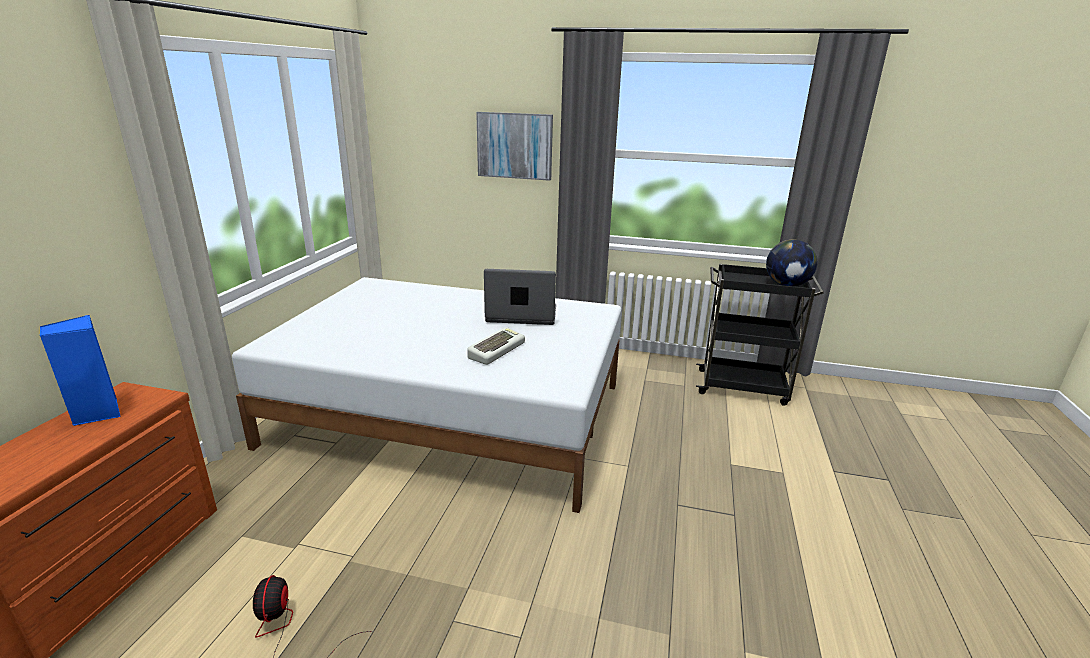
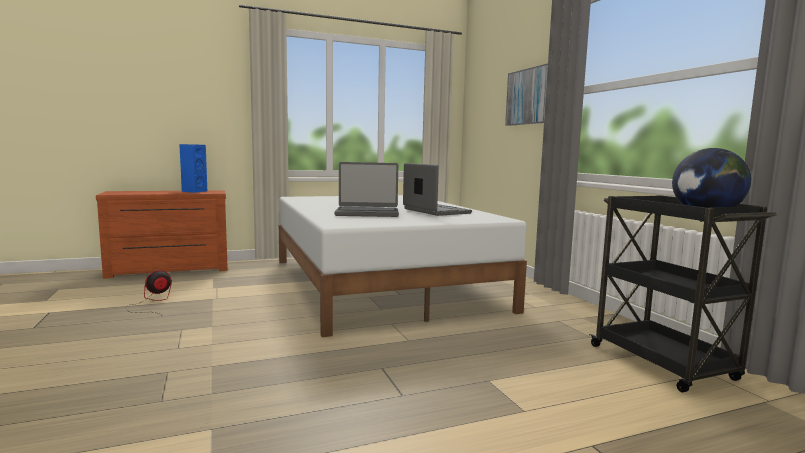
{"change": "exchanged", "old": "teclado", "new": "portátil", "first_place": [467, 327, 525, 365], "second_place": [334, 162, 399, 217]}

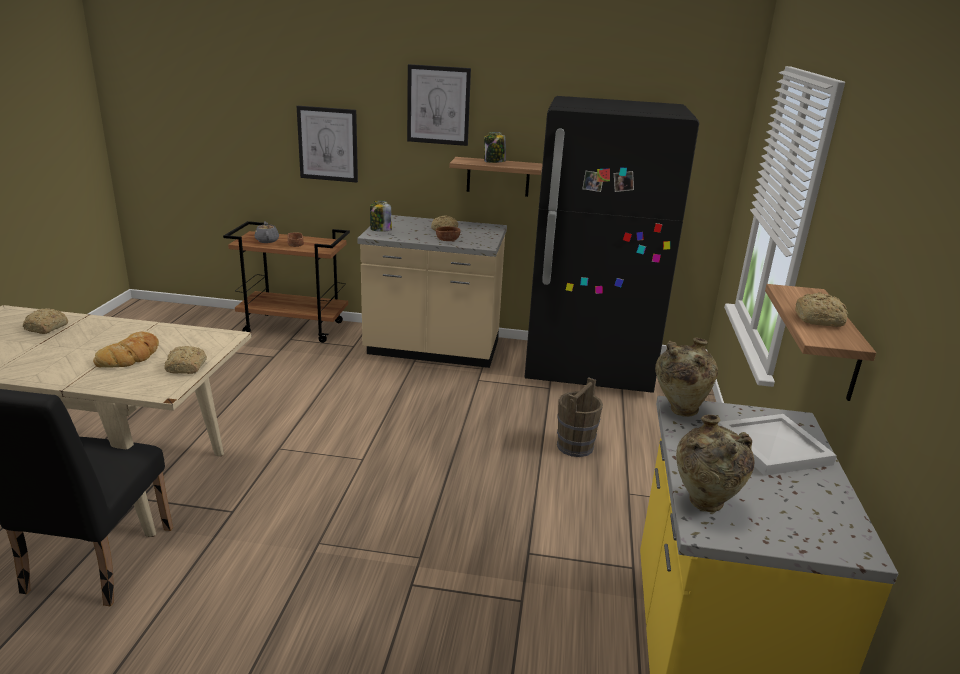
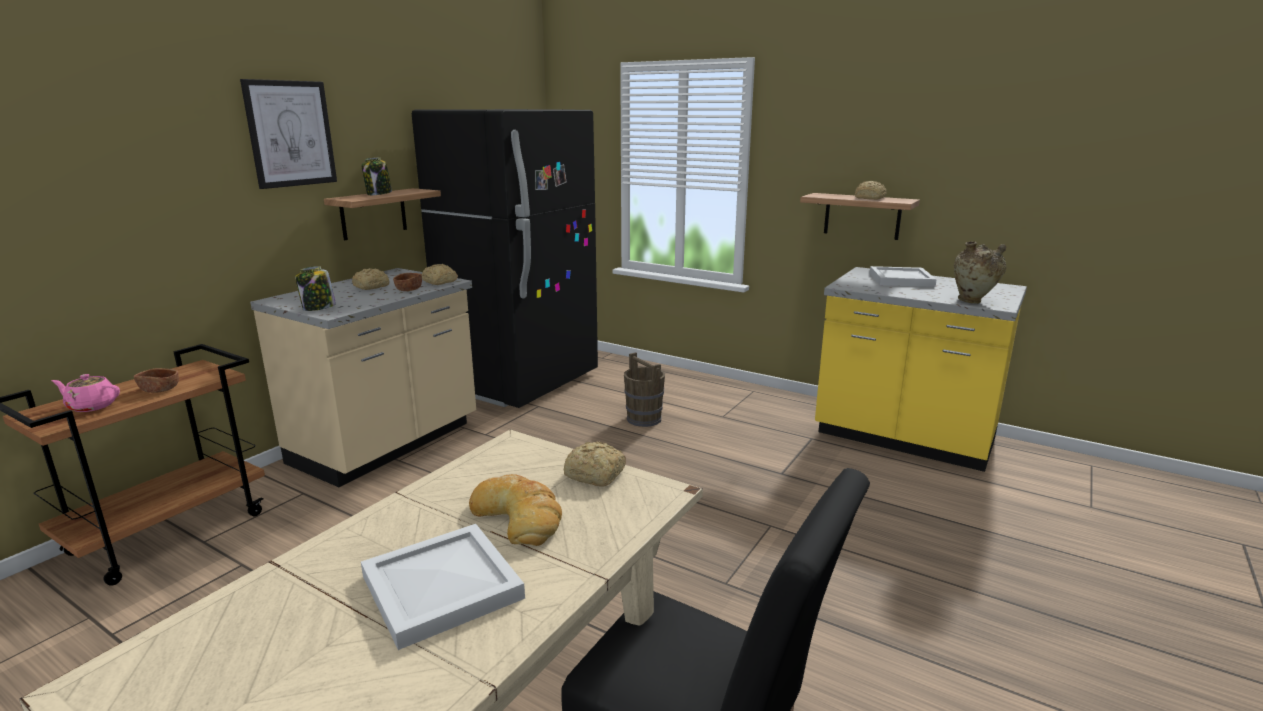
{"change": "missing", "old": "cuadro", "first_place": [297, 106, 358, 183]}
{"change": "missing", "old": "florero/beis", "first_place": [655, 338, 718, 417]}
{"change": "appeared", "new": "bandeja/blanco", "second_place": [361, 524, 525, 650]}
{"change": "relocated", "old": "pan", "first_place": [23, 308, 68, 334], "second_place": [422, 264, 458, 285]}
{"change": "colour", "old": "tetera/gris", "new": "tetera/rosa", "first_place": [255, 221, 279, 243], "second_place": [52, 374, 120, 412]}

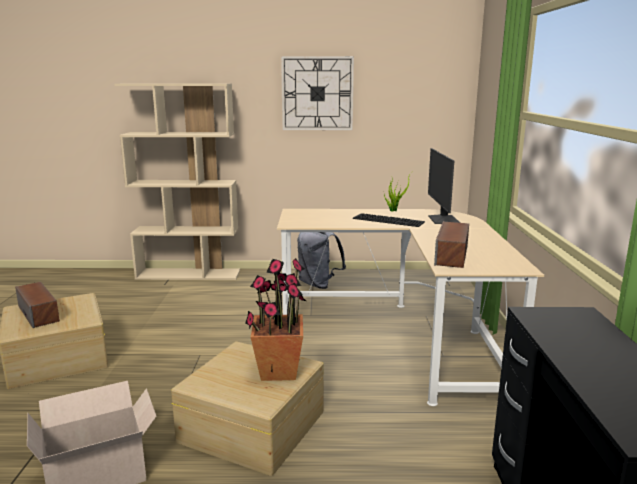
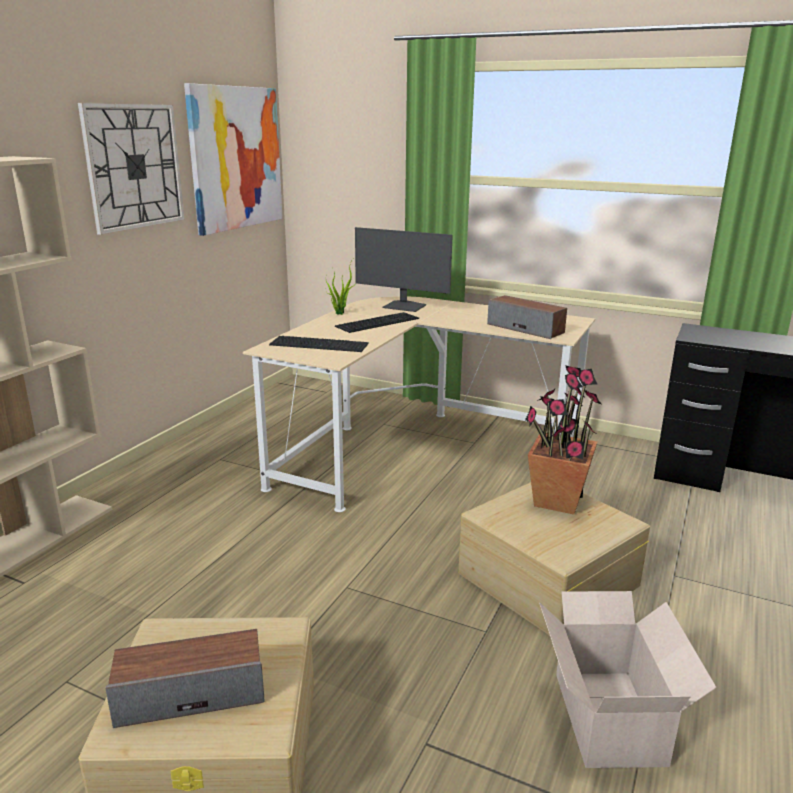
{"change": "missing", "old": "mochila/gris", "first_place": [297, 232, 346, 289]}
{"change": "appeared", "new": "cuadro", "second_place": [184, 83, 283, 236]}
{"change": "appeared", "new": "teclado", "second_place": [269, 336, 369, 352]}

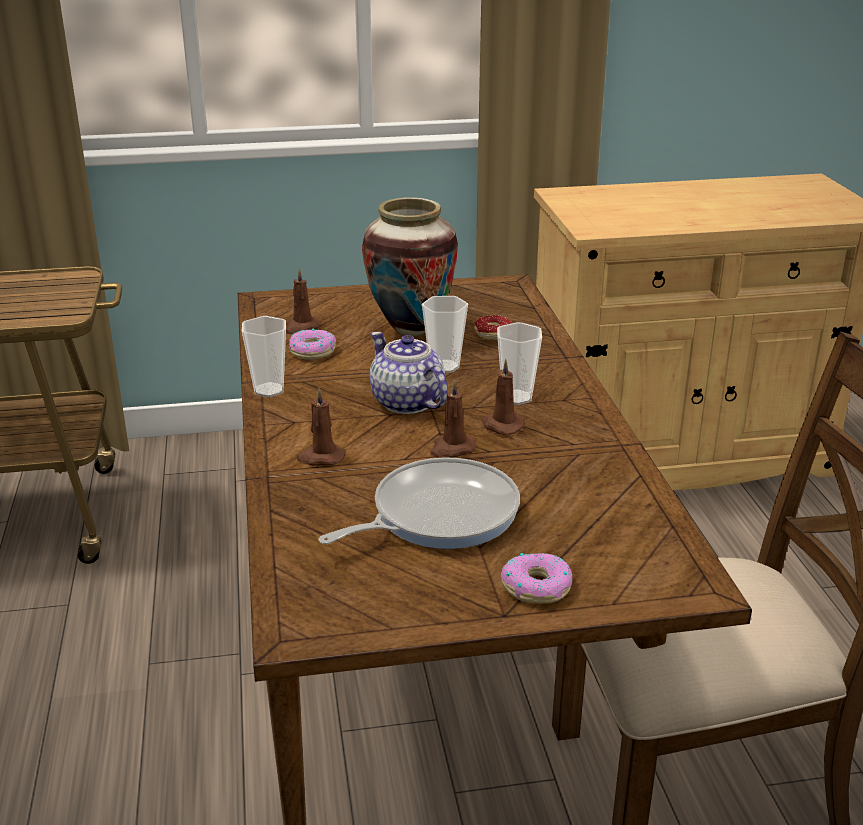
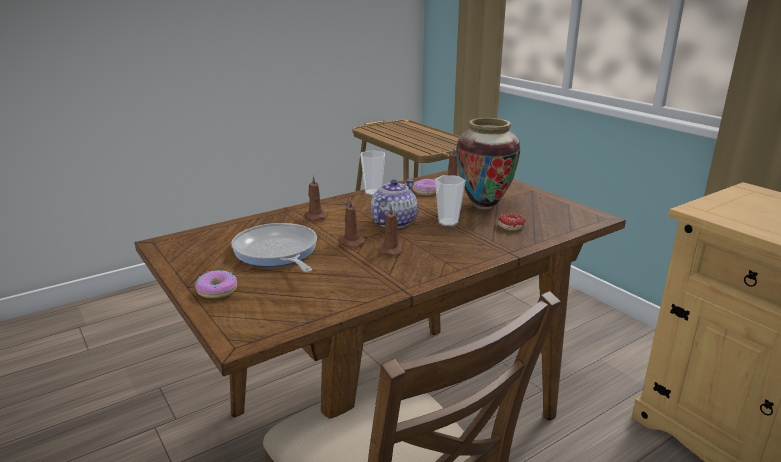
{"change": "missing", "old": "taza", "first_place": [497, 322, 542, 405]}
{"change": "spun", "old": "sartén", "first_place": [318, 457, 520, 549], "second_place": [231, 223, 317, 272], "degrees": -150}

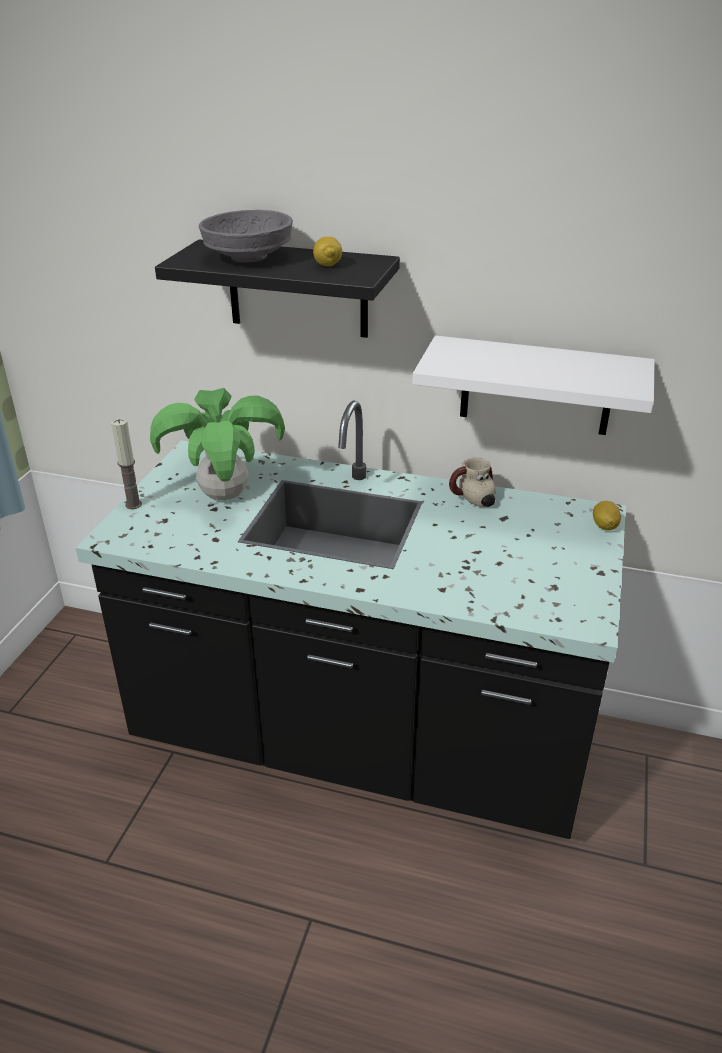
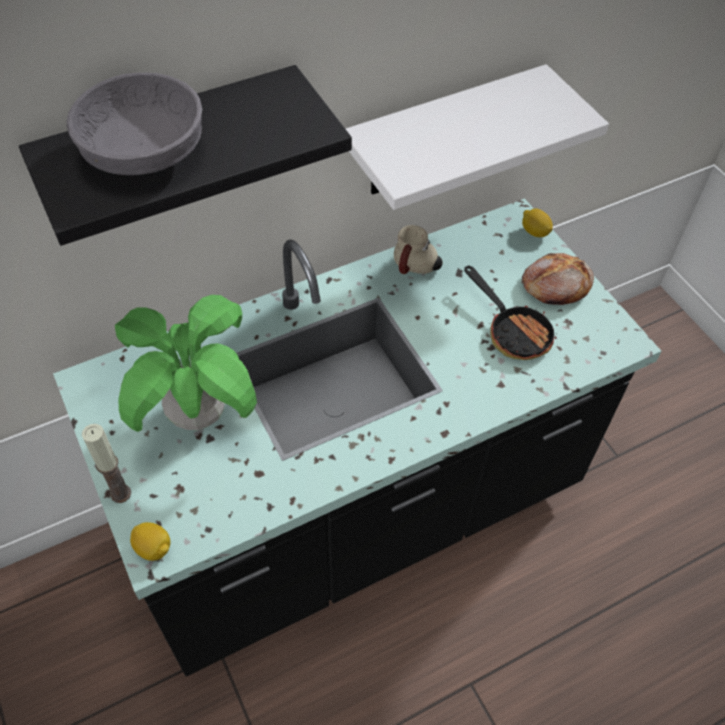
{"change": "appeared", "new": "sartén", "second_place": [464, 266, 558, 360]}
{"change": "appeared", "new": "pan", "second_place": [522, 253, 594, 305]}
{"change": "relocated", "old": "limón", "first_place": [313, 237, 342, 266], "second_place": [130, 522, 170, 561]}

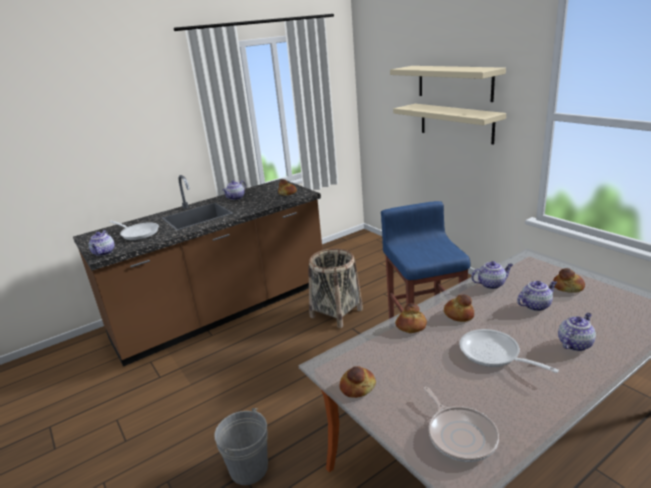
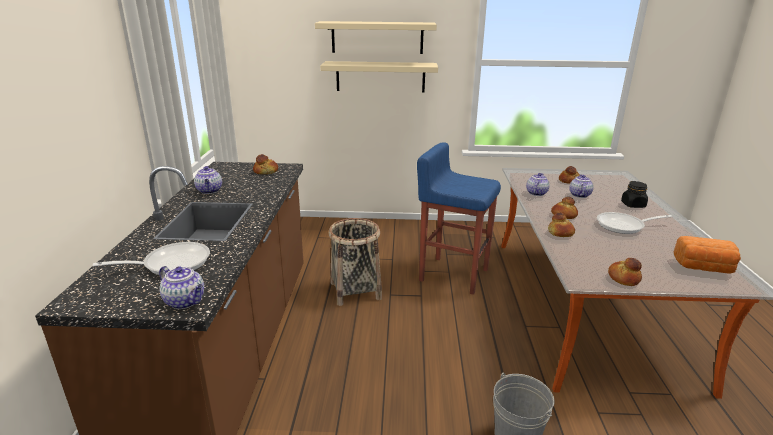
{"change": "exchanged", "old": "sartén", "new": "pan", "first_place": [424, 387, 499, 462], "second_place": [674, 236, 741, 274]}
{"change": "exchanged", "old": "tetera", "new": "tarro/negro", "first_place": [558, 313, 596, 351], "second_place": [621, 181, 648, 208]}

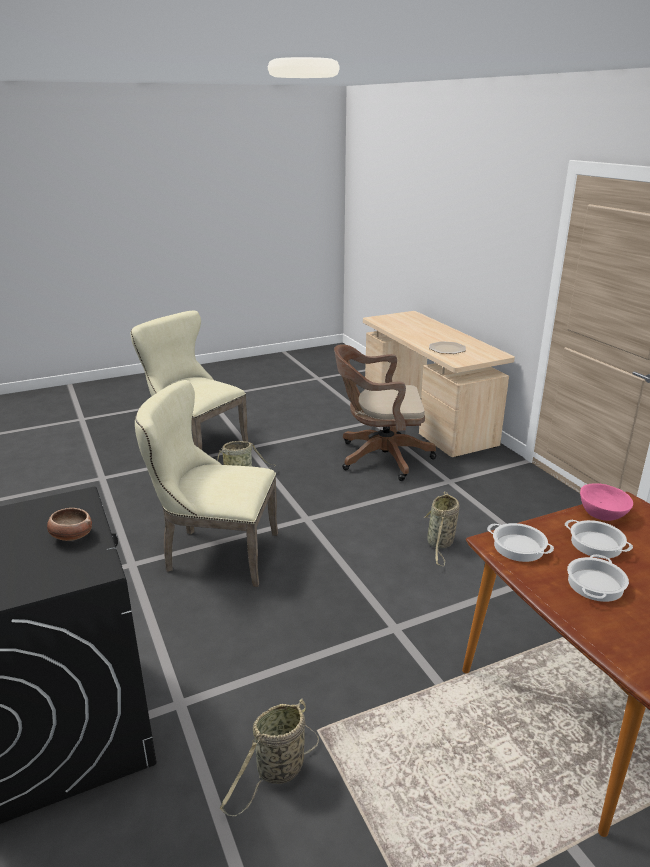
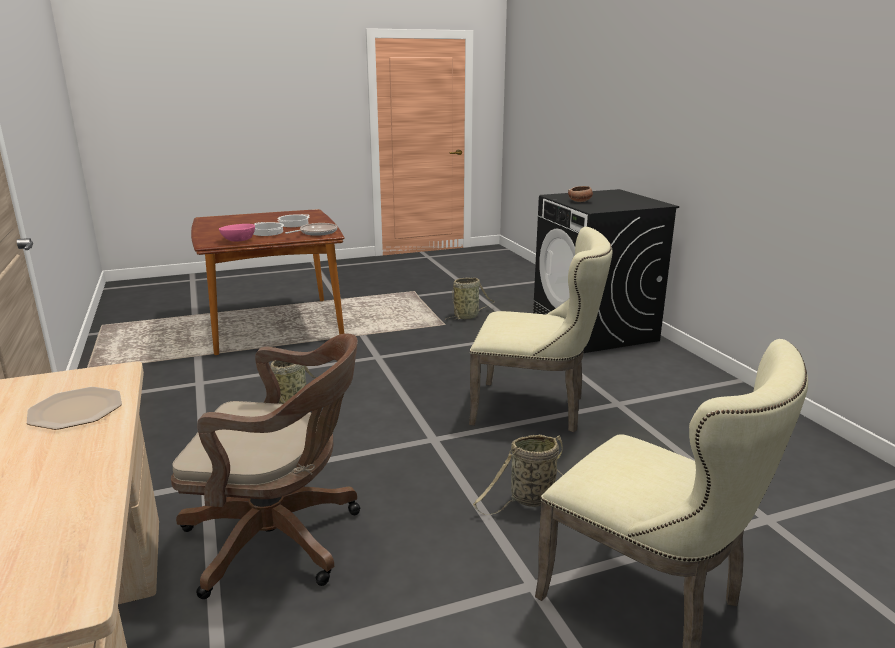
{"change": "exchanged", "old": "olla", "new": "sartén", "first_place": [487, 523, 554, 562], "second_place": [285, 223, 337, 236]}

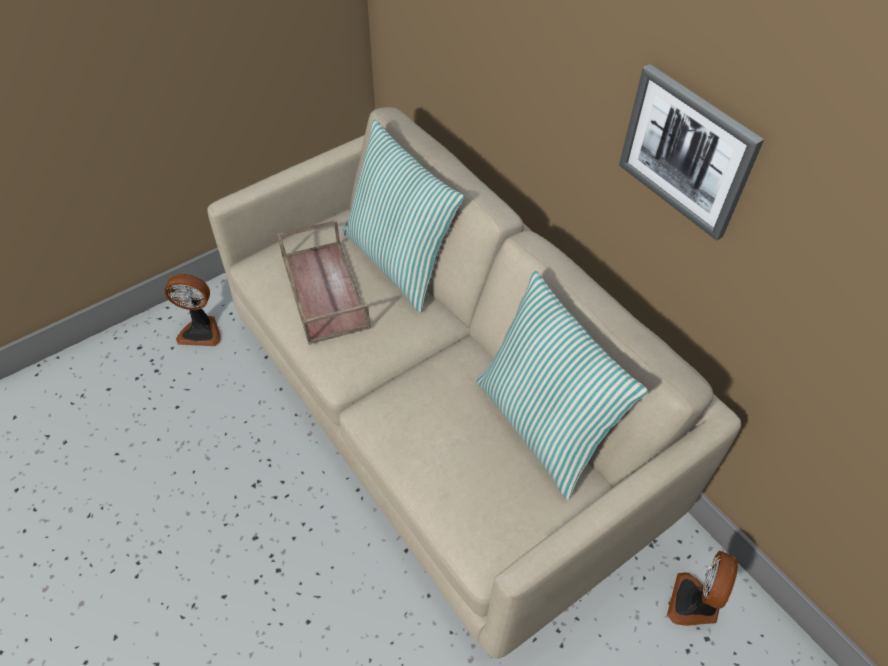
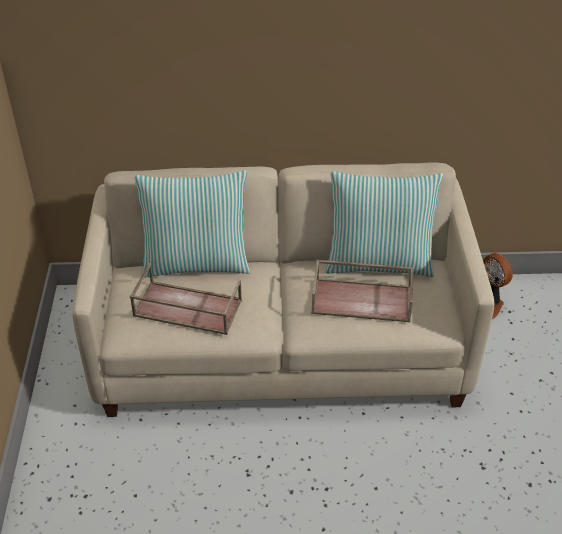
{"change": "missing", "old": "ventilador", "first_place": [164, 274, 221, 346]}
{"change": "missing", "old": "cuadro", "first_place": [619, 64, 764, 241]}
{"change": "appeared", "new": "bandeja/marrón", "second_place": [311, 260, 414, 322]}

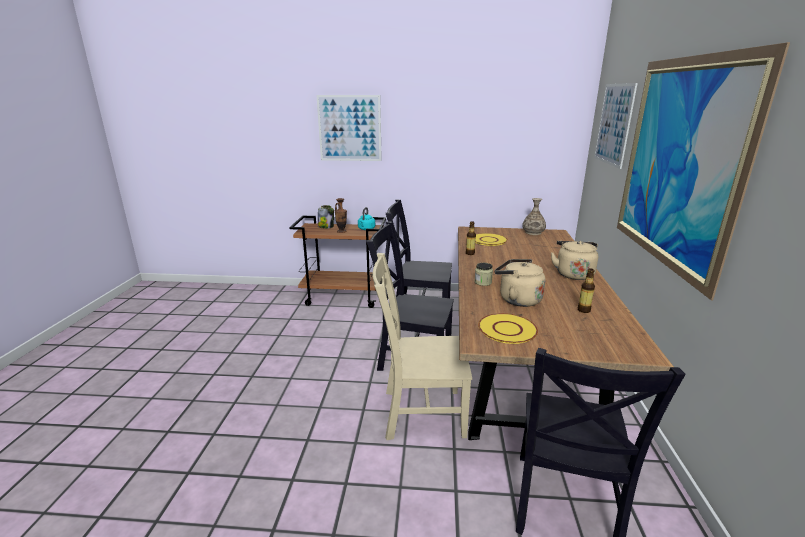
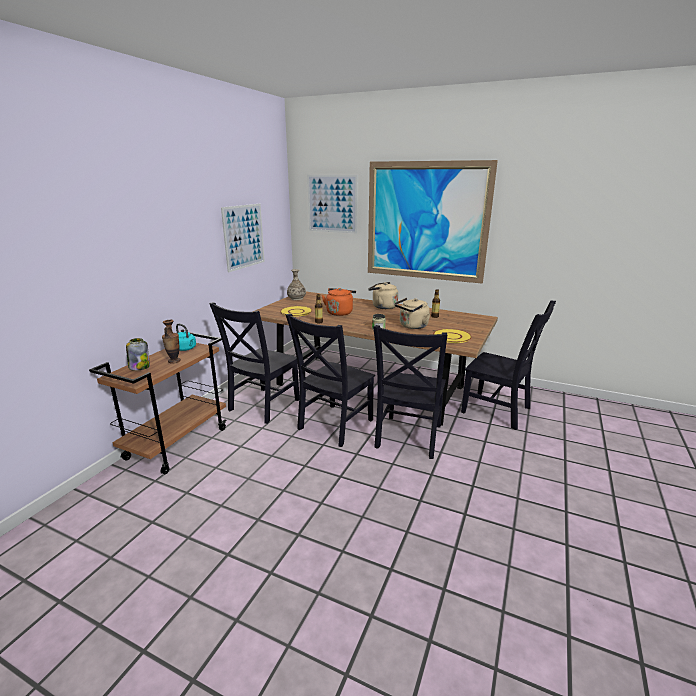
{"change": "appeared", "new": "hervidor/naranja", "second_place": [322, 288, 356, 316]}
{"change": "relocated", "old": "cuadro", "first_place": [316, 95, 382, 161], "second_place": [221, 204, 265, 272]}
{"change": "colour", "old": "silla/beis", "new": "silla/negro", "first_place": [372, 253, 472, 440], "second_place": [373, 325, 447, 459]}

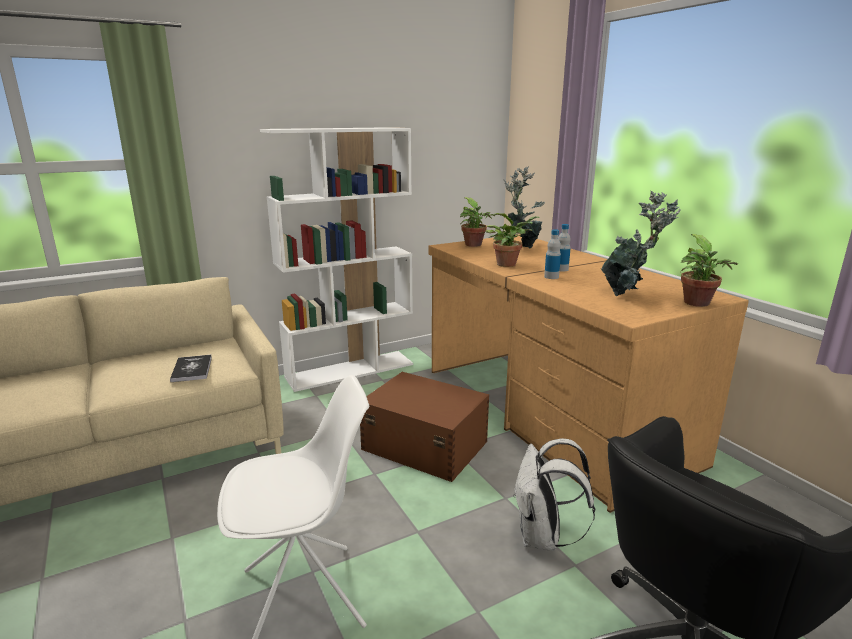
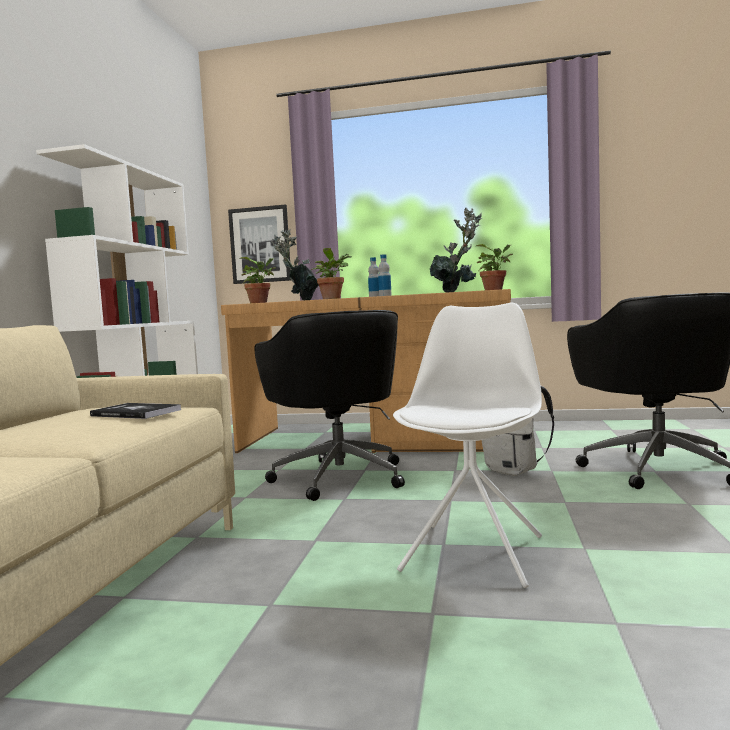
{"change": "appeared", "new": "cuadro", "second_place": [228, 205, 291, 284]}
{"change": "exchanged", "old": "caja de almacenaje/marrón", "new": "silla de oficina/negro", "first_place": [360, 372, 489, 482], "second_place": [254, 310, 405, 501]}

